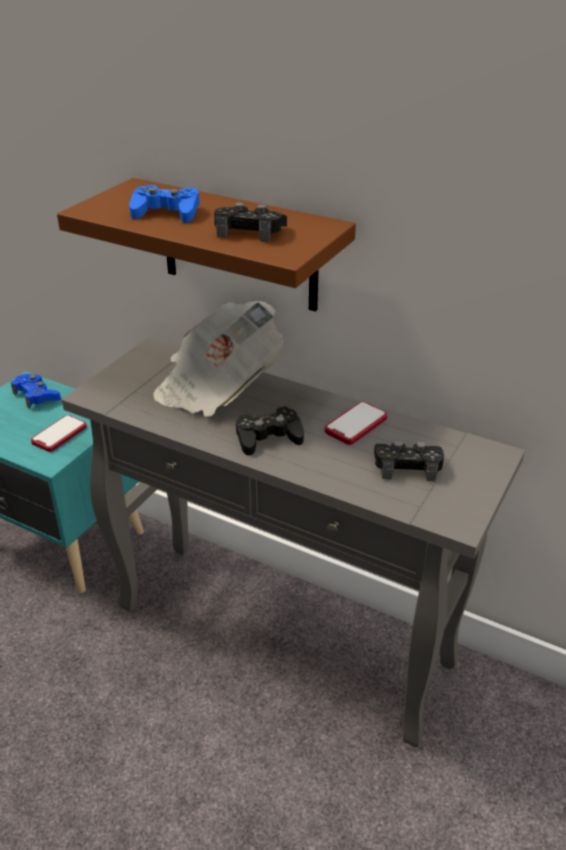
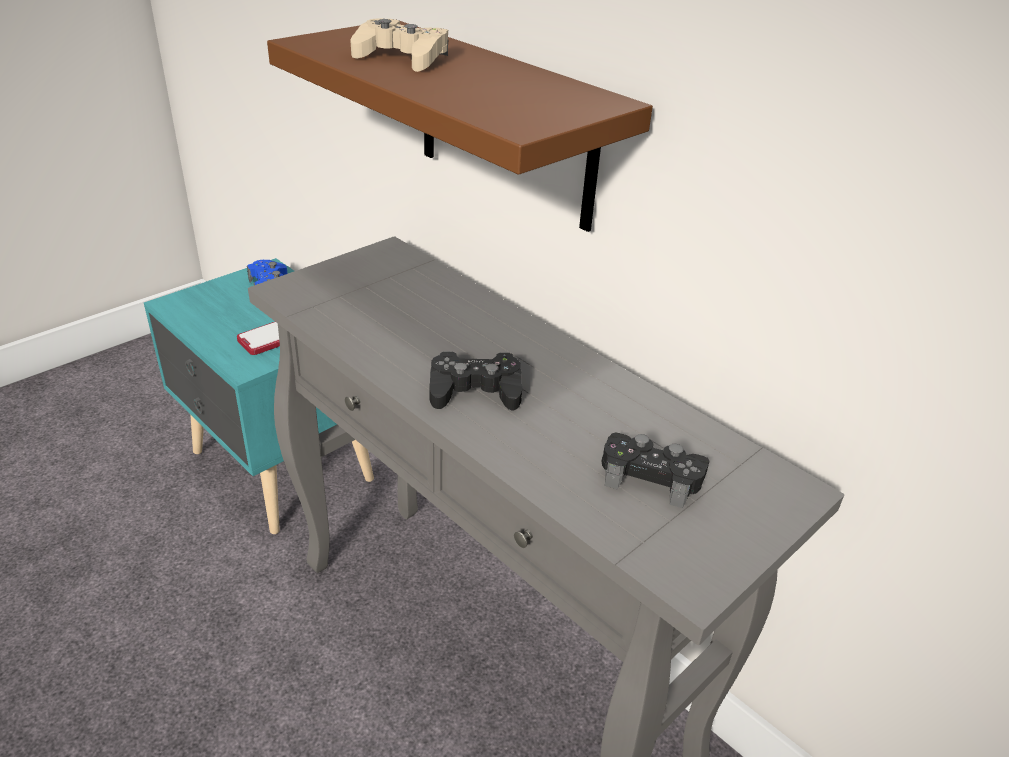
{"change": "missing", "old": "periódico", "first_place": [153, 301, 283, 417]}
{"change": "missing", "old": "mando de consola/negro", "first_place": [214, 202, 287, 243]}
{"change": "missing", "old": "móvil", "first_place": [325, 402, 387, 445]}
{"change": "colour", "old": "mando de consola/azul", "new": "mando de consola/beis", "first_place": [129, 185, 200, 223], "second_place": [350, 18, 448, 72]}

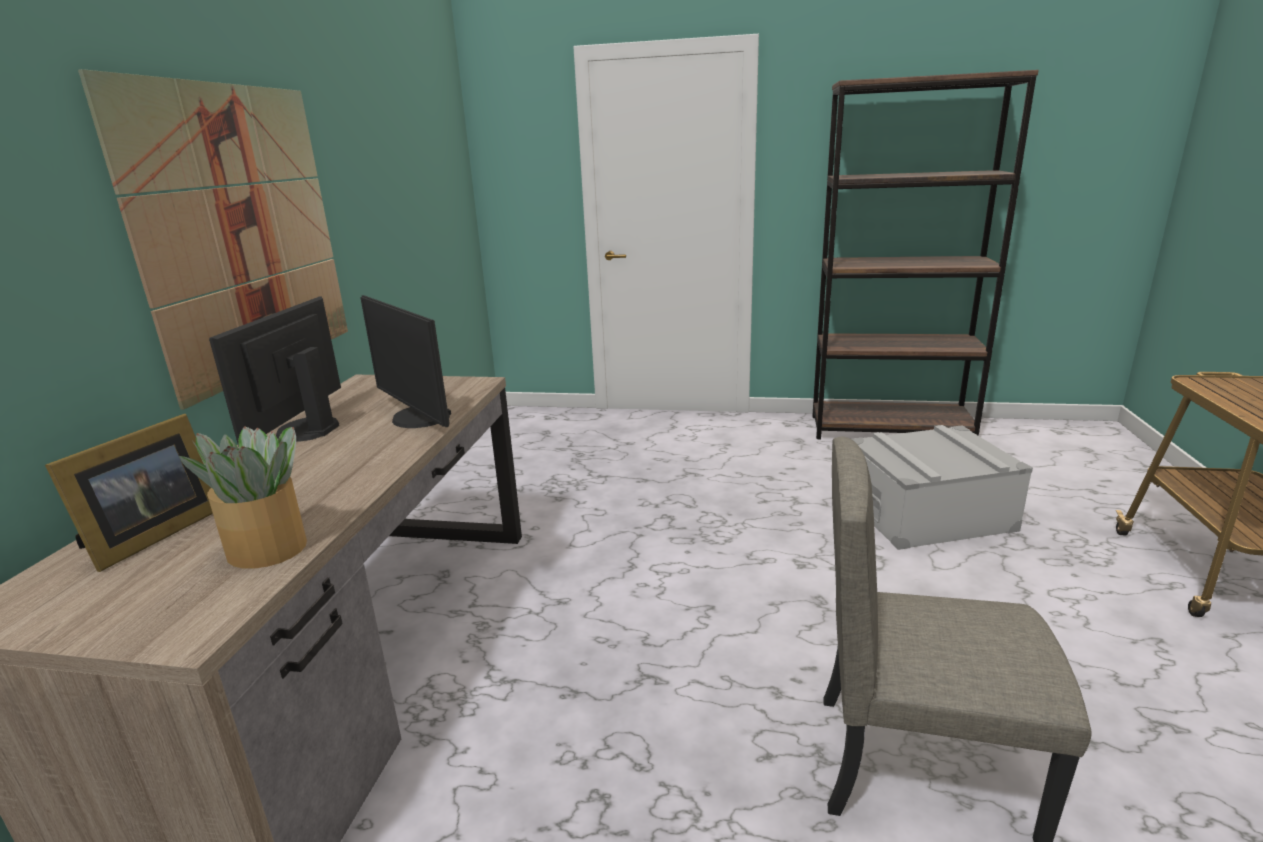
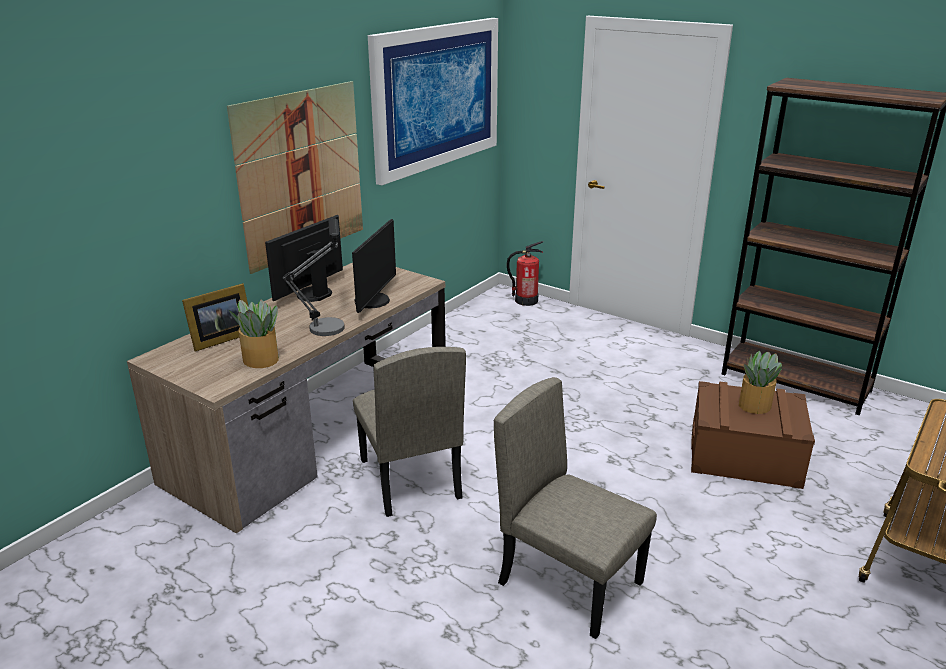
{"change": "appeared", "new": "lámpara de mesa", "second_place": [282, 218, 345, 336]}
{"change": "appeared", "new": "silla/beis", "second_place": [353, 347, 466, 517]}
{"change": "appeared", "new": "cuadro", "second_place": [368, 18, 498, 185]}
{"change": "appeared", "new": "extintor", "second_place": [507, 241, 543, 306]}
{"change": "appeared", "new": "planta en maceta", "second_place": [739, 351, 783, 414]}
{"change": "colour", "old": "caja de almacenaje/gris", "new": "caja de almacenaje/marrón", "first_place": [852, 425, 1033, 550], "second_place": [691, 381, 815, 489]}
{"change": "spun", "old": "monitor", "first_place": [360, 295, 451, 428], "second_place": [352, 219, 396, 313], "degrees": -150}

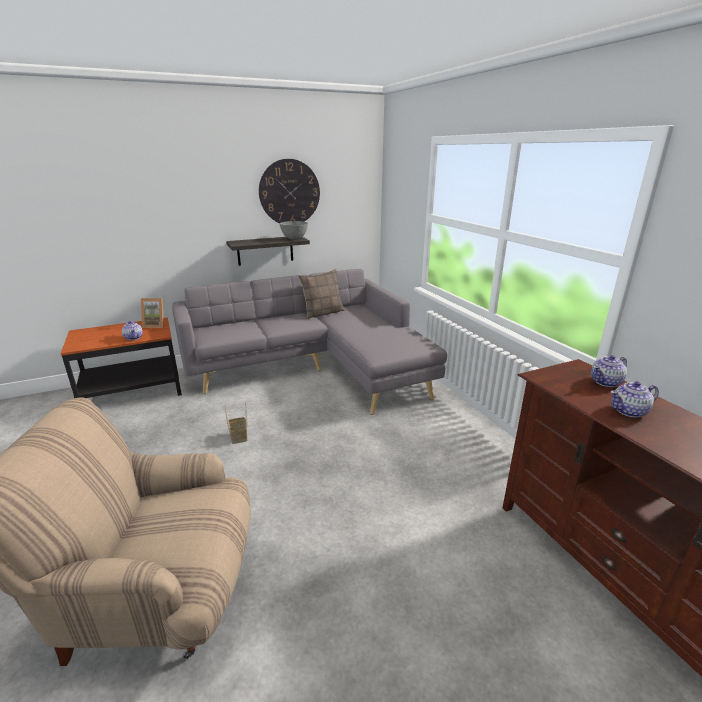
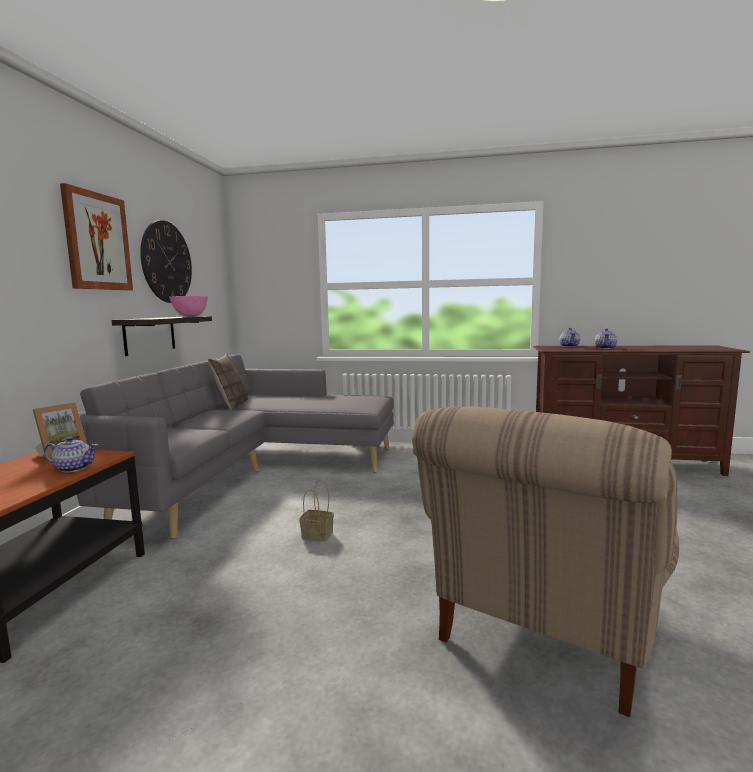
{"change": "appeared", "new": "cuadro", "second_place": [60, 183, 133, 291]}
{"change": "colour", "old": "cuenco/gris", "new": "cuenco/rosa", "first_place": [279, 221, 308, 240], "second_place": [169, 296, 208, 316]}

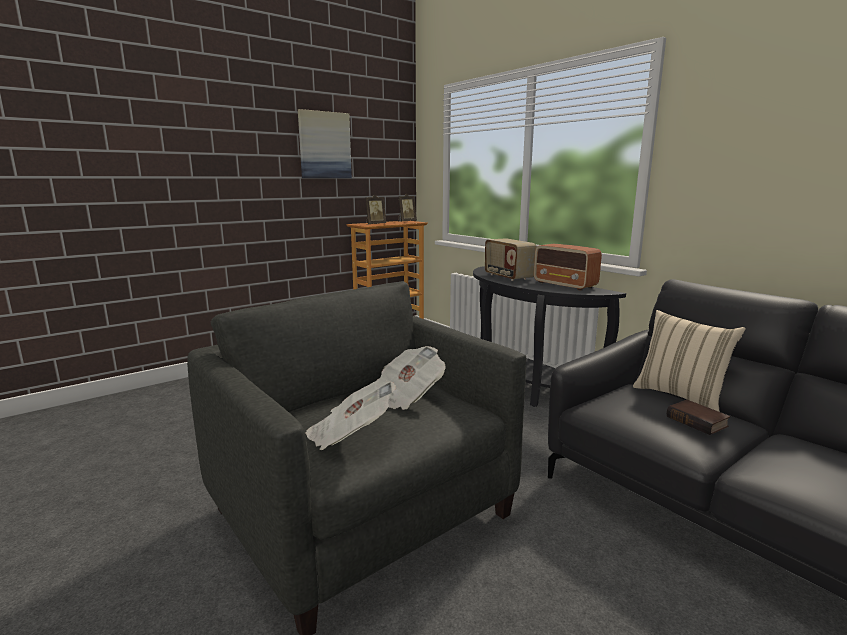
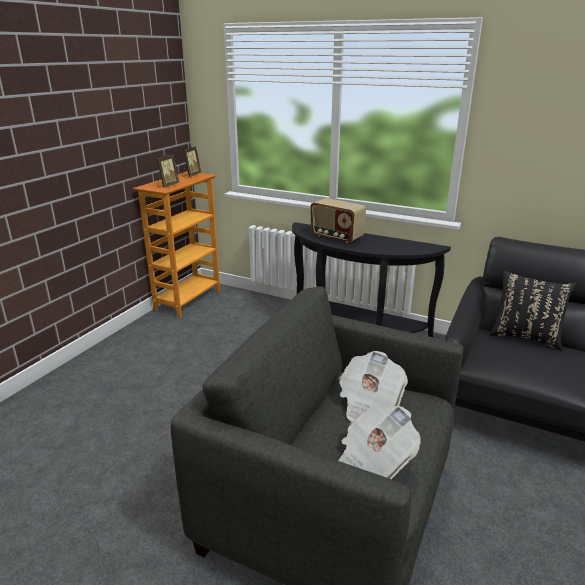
{"change": "missing", "old": "cuadro", "first_place": [298, 109, 352, 178]}
{"change": "missing", "old": "radio", "first_place": [534, 244, 602, 291]}
{"change": "missing", "old": "libro", "first_place": [667, 400, 730, 435]}
{"change": "colour", "old": "cojín/beis", "new": "cojín/negro", "first_place": [633, 310, 746, 412], "second_place": [489, 271, 577, 351]}

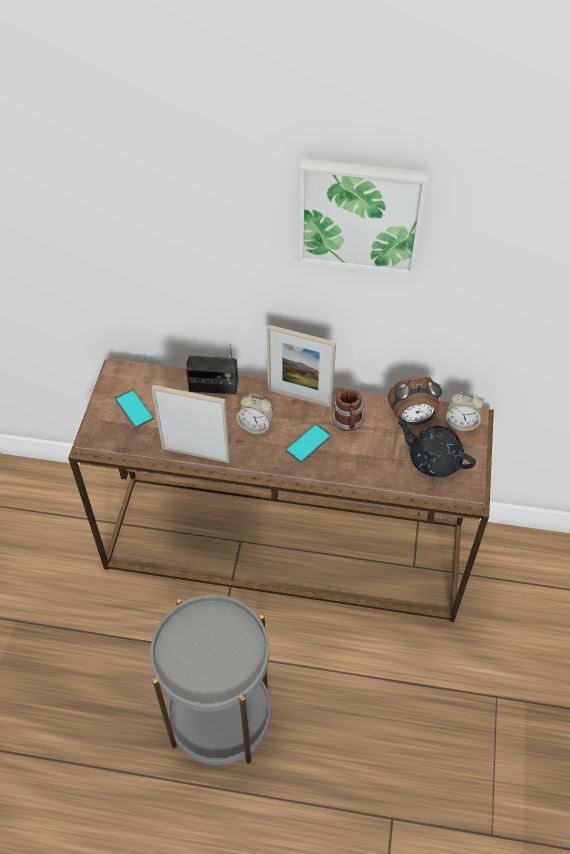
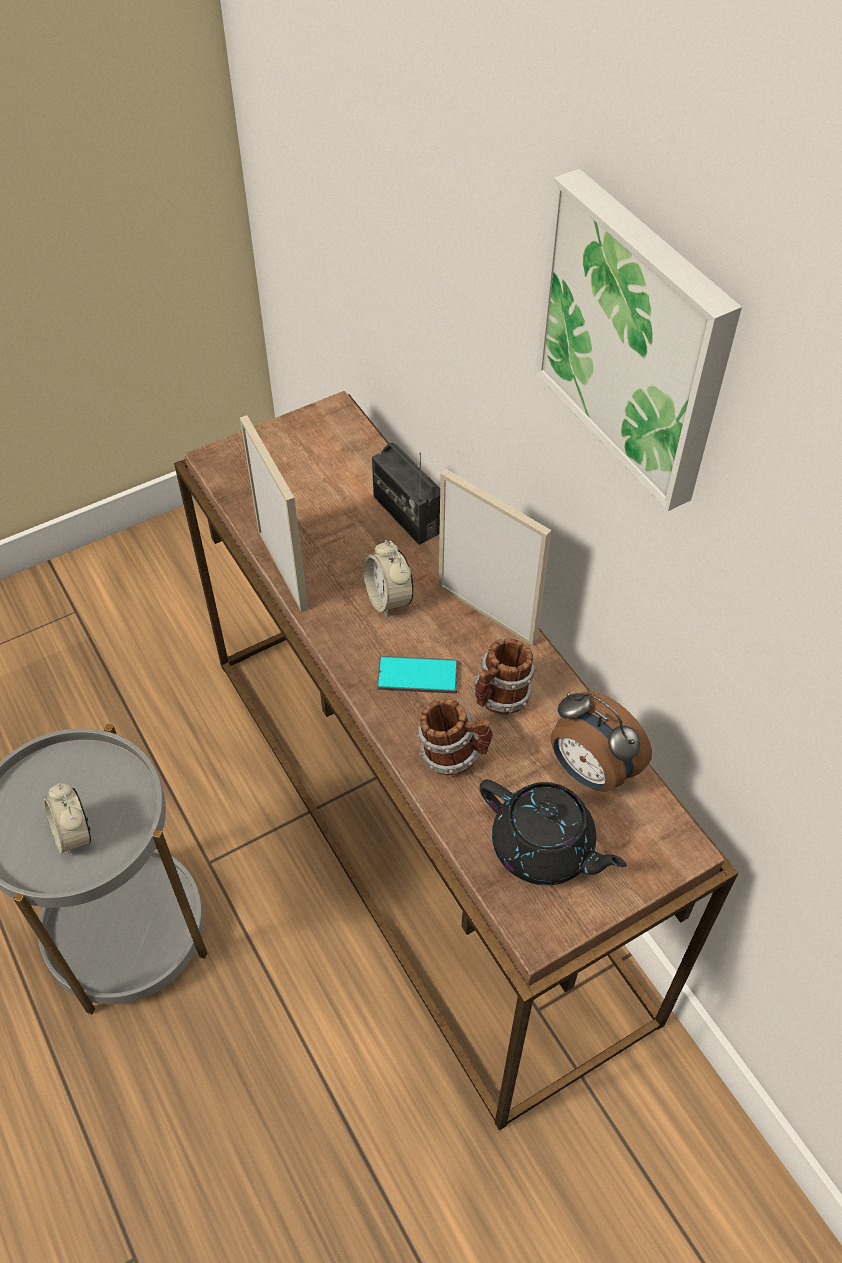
{"change": "missing", "old": "móvil", "first_place": [115, 390, 154, 428]}
{"change": "appeared", "new": "taza grande", "second_place": [417, 699, 493, 776]}
{"change": "relocated", "old": "despertador", "first_place": [446, 392, 483, 431], "second_place": [43, 783, 91, 856]}
{"change": "spun", "old": "portarretratos", "first_place": [266, 325, 336, 407], "second_place": [439, 469, 551, 646], "degrees": 150}
{"change": "spun", "old": "tetera/negro", "first_place": [398, 421, 476, 477], "second_place": [479, 779, 627, 885], "degrees": 135}

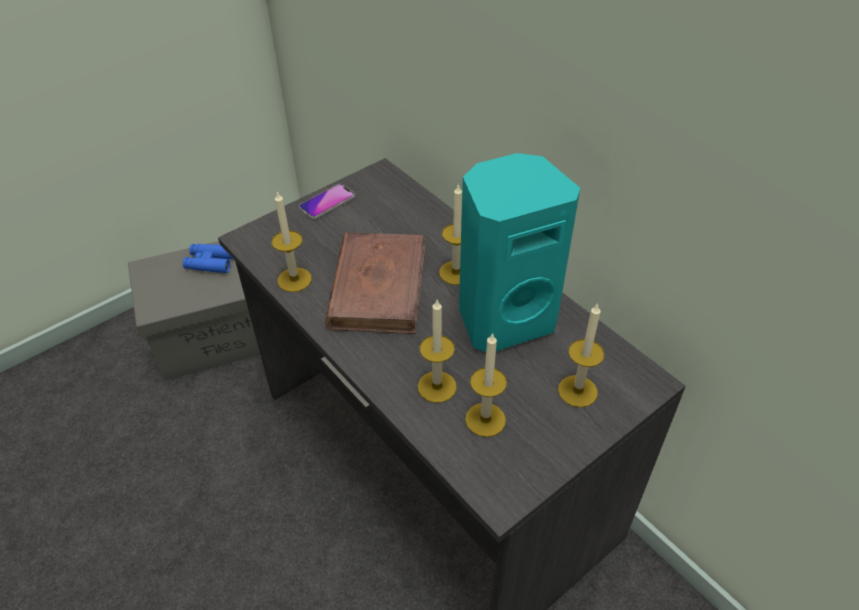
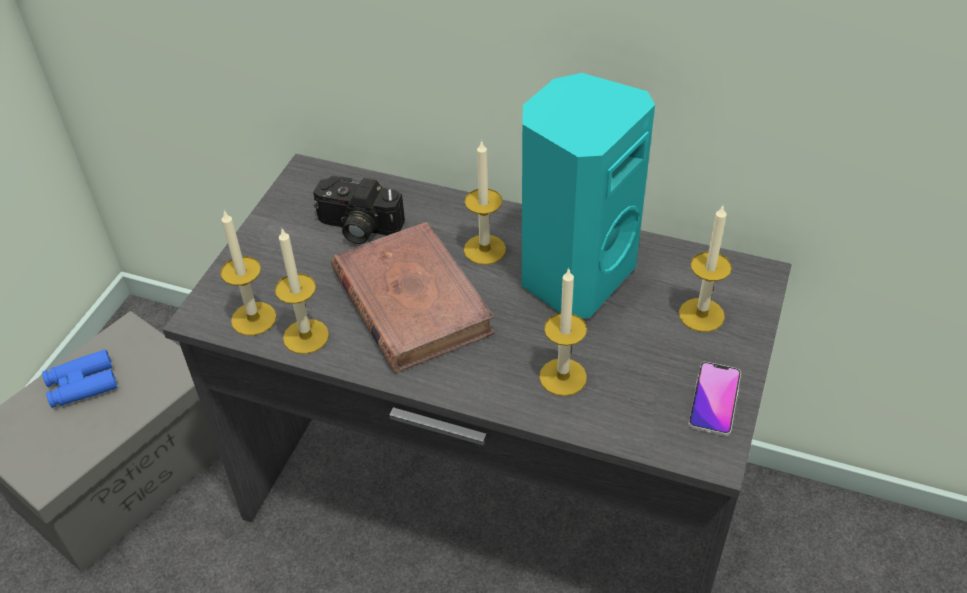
{"change": "appeared", "new": "cámara", "second_place": [313, 176, 405, 244]}
{"change": "relocated", "old": "móvil", "first_place": [299, 184, 355, 219], "second_place": [688, 362, 741, 436]}
{"change": "relocated", "old": "vela", "first_place": [465, 333, 507, 437], "second_place": [220, 210, 276, 336]}

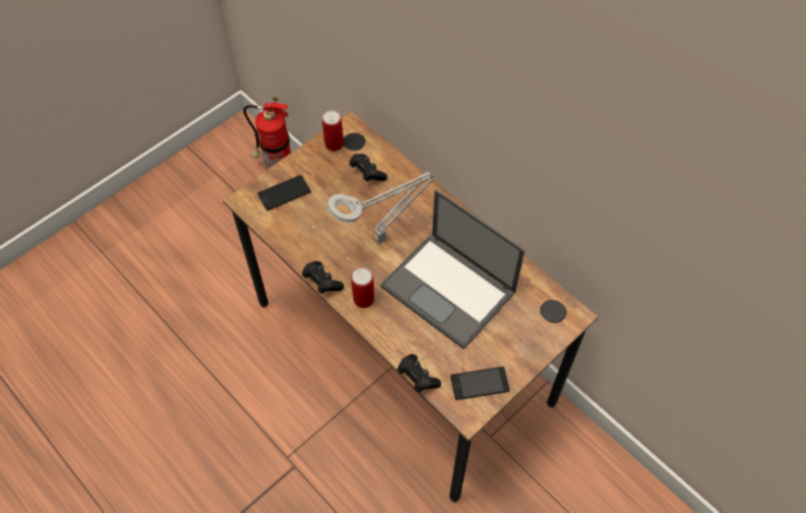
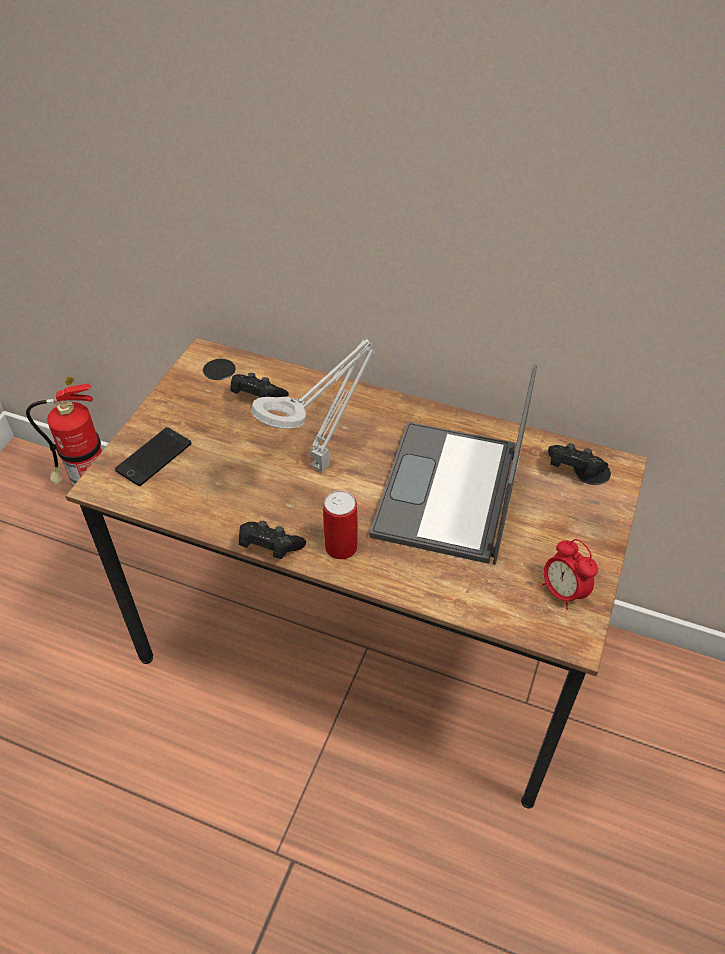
{"change": "missing", "old": "lata", "first_place": [322, 110, 344, 151]}
{"change": "relocated", "old": "mando de consola/negro", "first_place": [397, 354, 441, 393], "second_place": [548, 443, 608, 478]}
{"change": "exchanged", "old": "móvil", "new": "despertador", "first_place": [451, 367, 510, 400], "second_place": [542, 539, 598, 610]}
{"change": "spun", "old": "portátil", "first_place": [380, 189, 525, 349], "second_place": [369, 364, 537, 565], "degrees": 90}

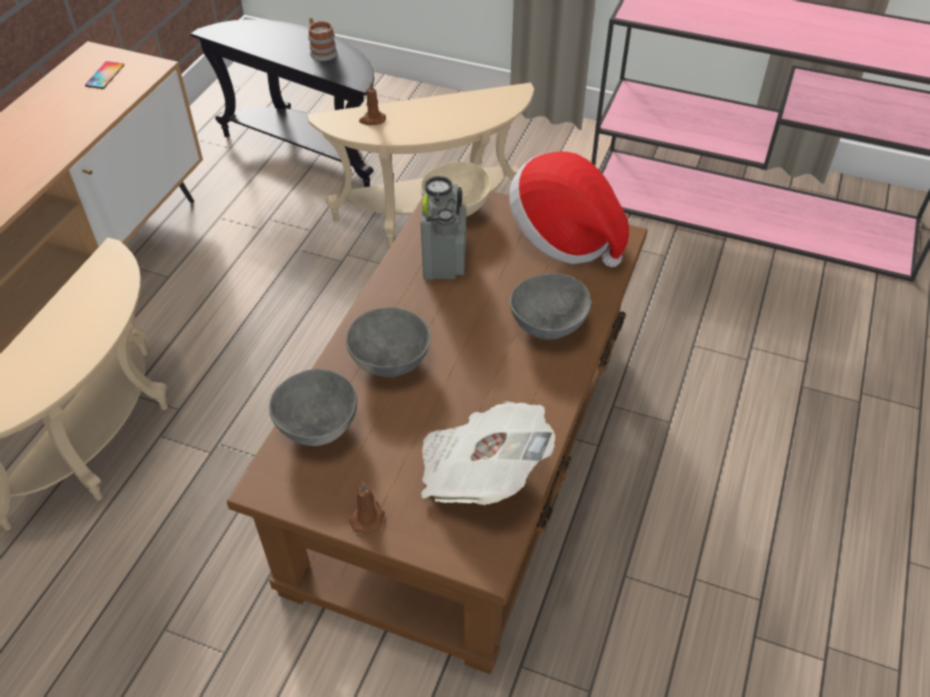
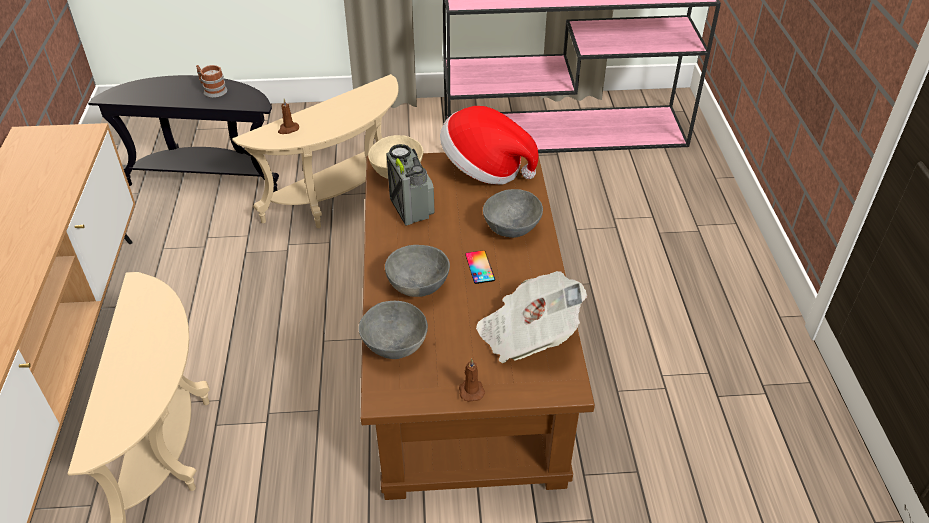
{"change": "relocated", "old": "móvil", "first_place": [85, 61, 124, 89], "second_place": [465, 250, 495, 284]}

